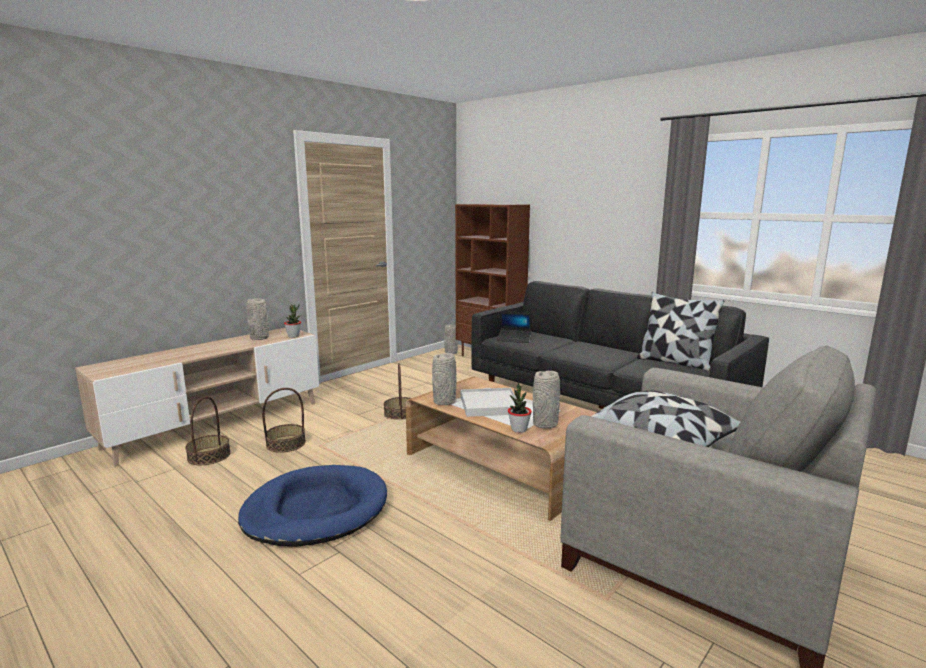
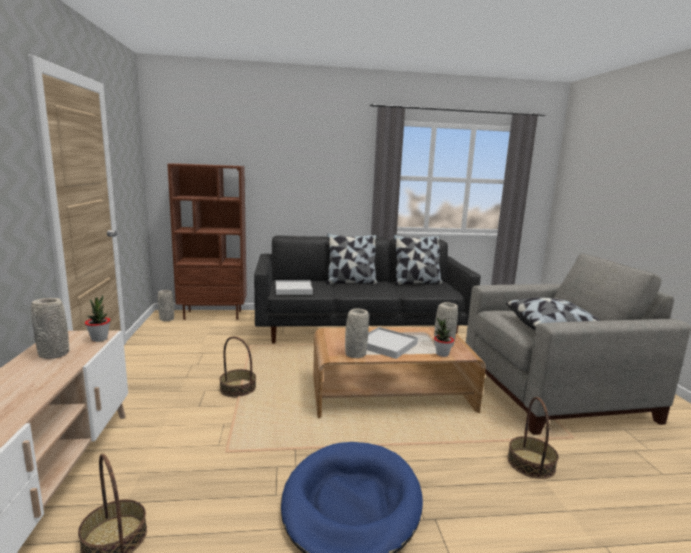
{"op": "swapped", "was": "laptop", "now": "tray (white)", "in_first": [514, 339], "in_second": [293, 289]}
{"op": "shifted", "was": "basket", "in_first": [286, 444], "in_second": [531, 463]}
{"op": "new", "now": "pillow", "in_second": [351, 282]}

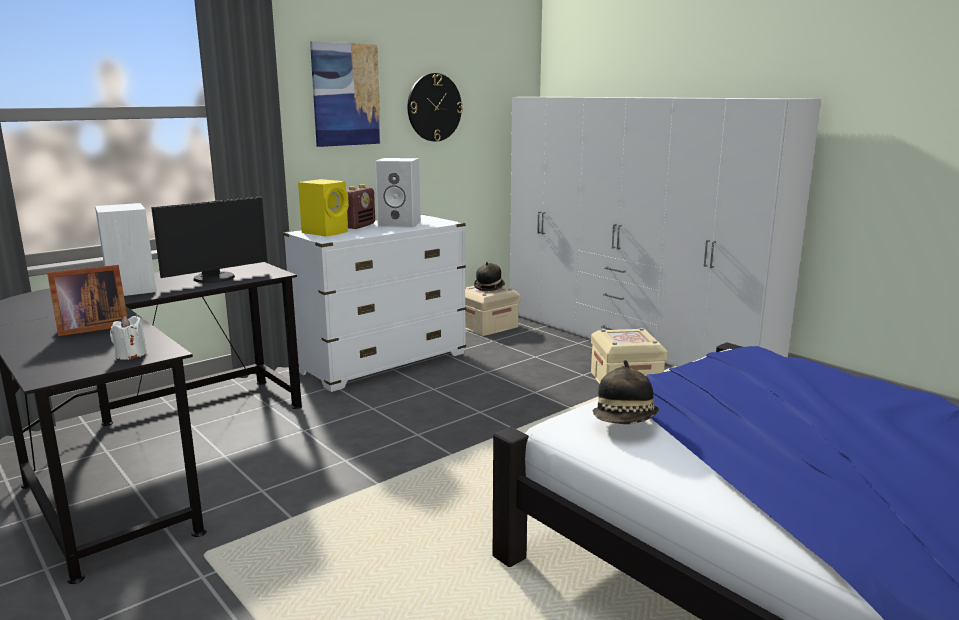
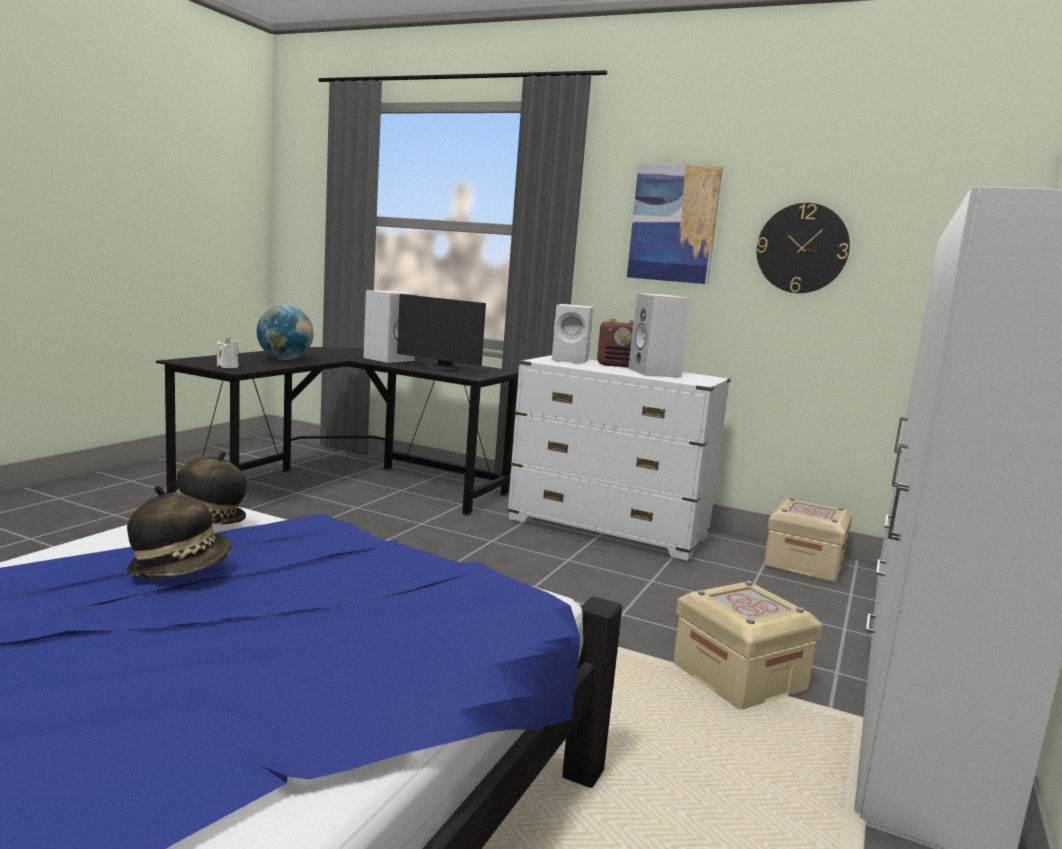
{"op": "repainted", "was": "speaker (yellow)", "now": "speaker (white)", "in_first": [326, 232], "in_second": [571, 360]}
{"op": "shifted", "was": "hat", "in_first": [489, 287], "in_second": [180, 568]}
{"op": "swapped", "was": "picture frame", "now": "globe", "in_first": [90, 328], "in_second": [285, 359]}

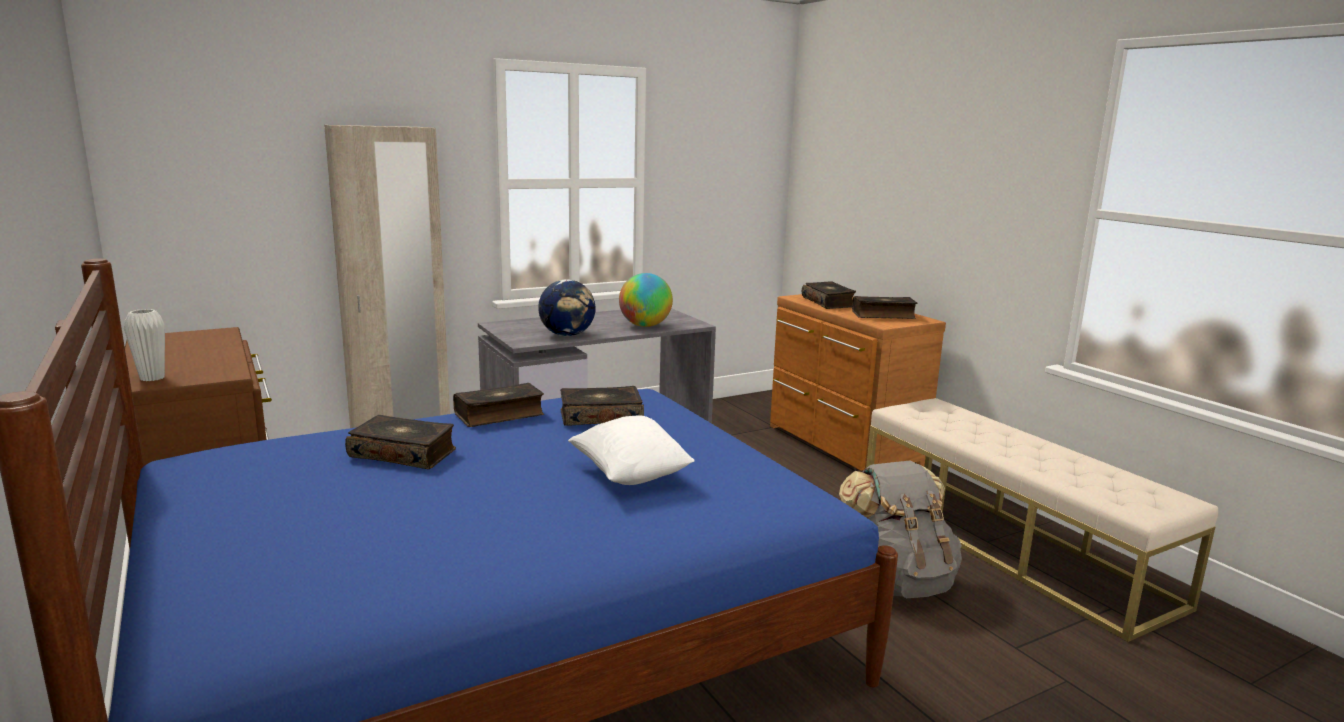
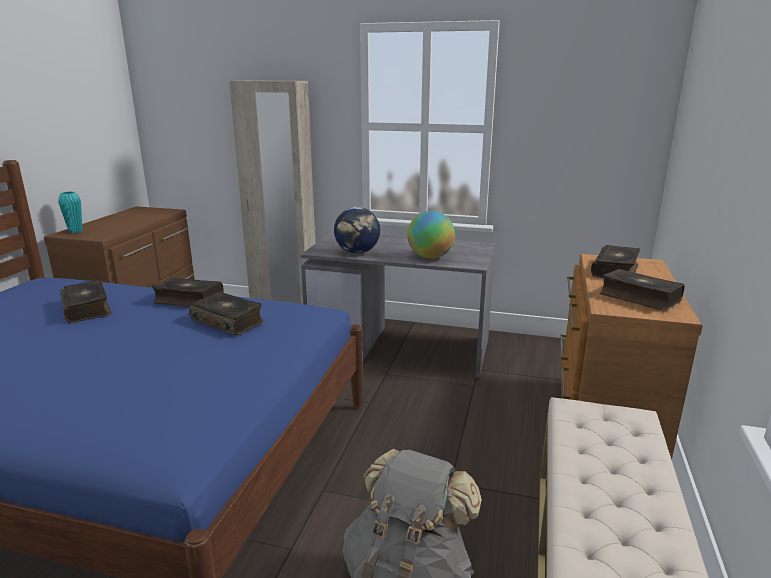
{"op": "repainted", "was": "vase (white)", "now": "vase (turquoise)", "in_first": [152, 378], "in_second": [75, 231]}
{"op": "gone", "was": "pillow (white)", "in_first": [630, 475]}

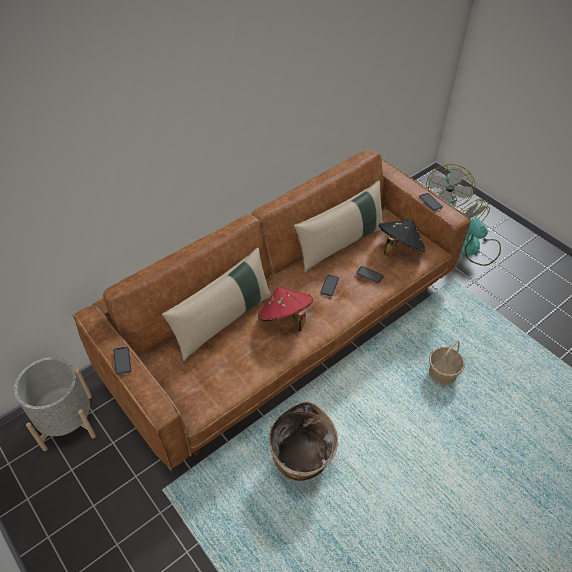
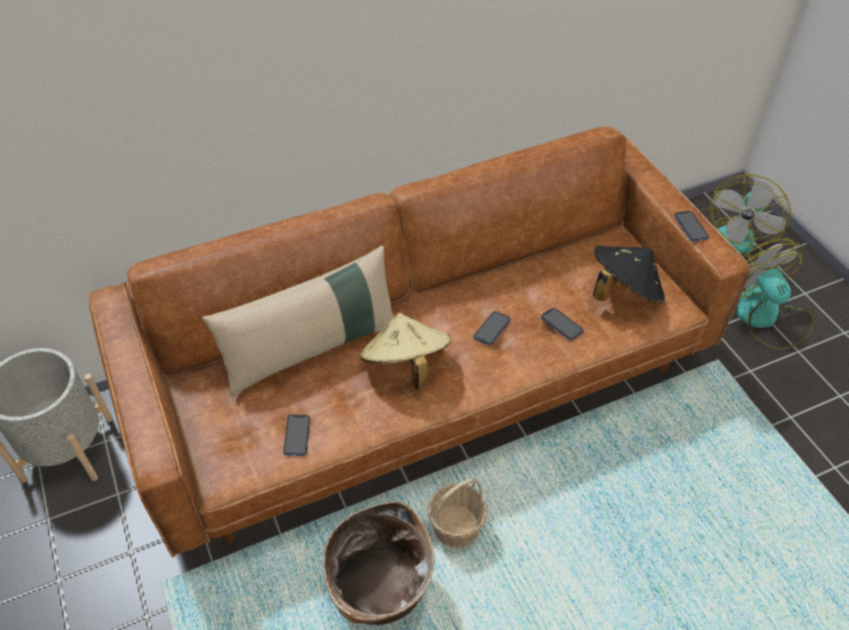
{"op": "gone", "was": "pillow (beige)", "in_first": [340, 244]}
{"op": "repainted", "was": "hat (red)", "now": "hat (beige)", "in_first": [285, 319], "in_second": [405, 365]}
{"op": "shifted", "was": "basket", "in_first": [442, 373], "in_second": [456, 527]}
{"op": "shifted", "was": "phone", "in_first": [122, 361], "in_second": [297, 436]}

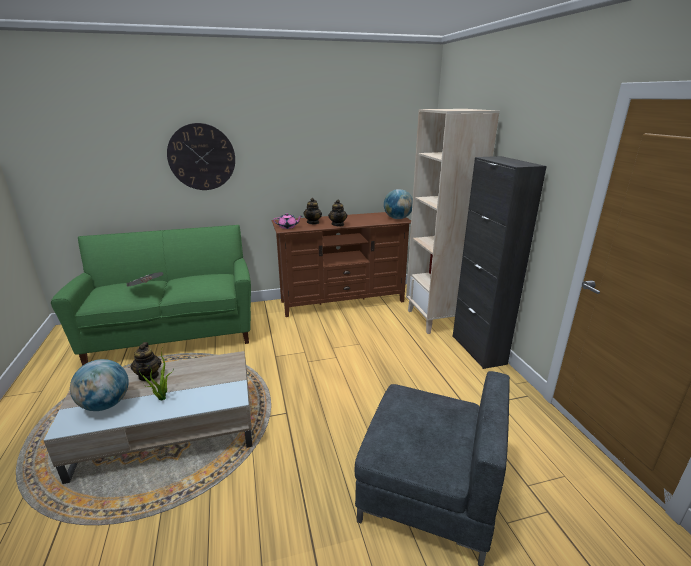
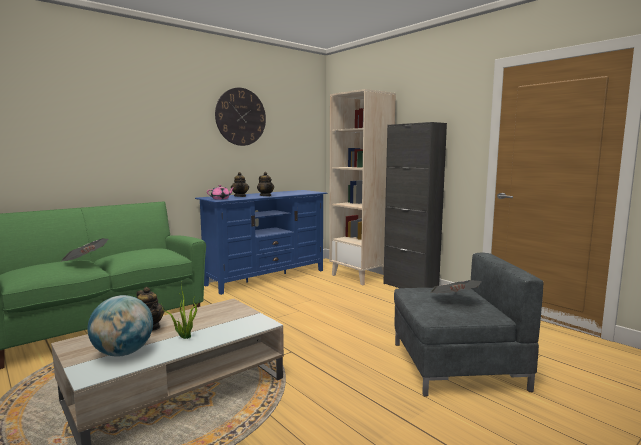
{"op": "shifted", "was": "wall clock", "in_first": [202, 157], "in_second": [241, 117]}
{"op": "gone", "was": "globe", "in_first": [397, 218]}
{"op": "repainted", "was": "tv stand (brown)", "now": "tv stand (blue)", "in_first": [342, 301], "in_second": [266, 277]}
{"op": "new", "now": "newspaper", "in_second": [454, 300]}

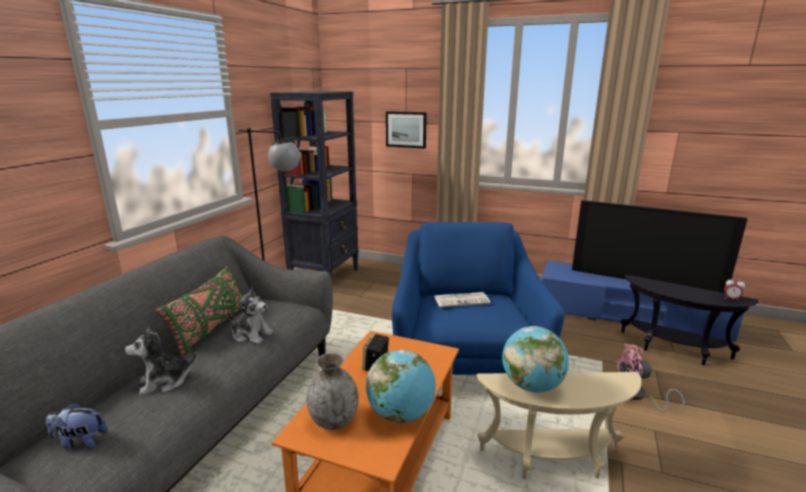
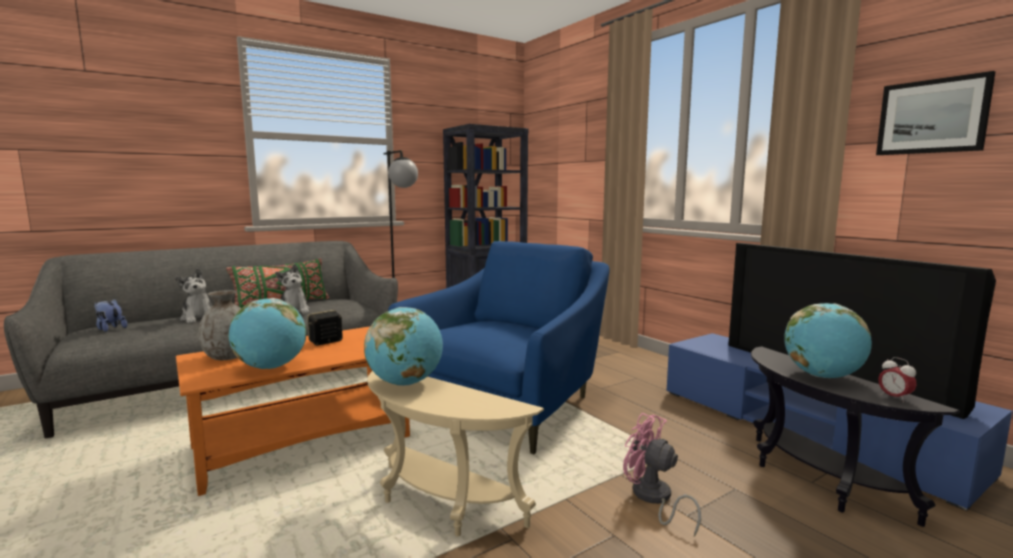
{"op": "shifted", "was": "picture", "in_first": [406, 129], "in_second": [932, 116]}
{"op": "gone", "was": "newspaper", "in_first": [462, 300]}
{"op": "rotated", "was": "plush toy", "in_first": [165, 381], "in_second": [199, 318], "clockwise": -135}
{"op": "new", "now": "globe", "in_second": [822, 376]}

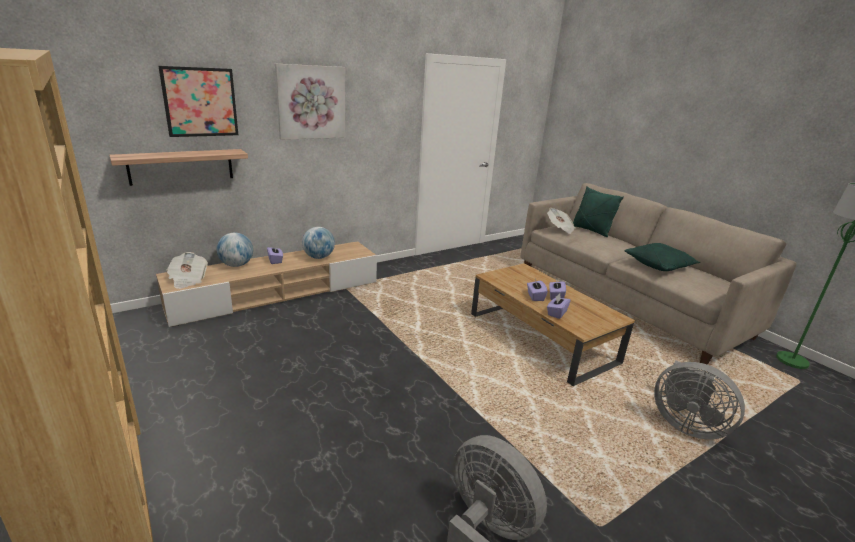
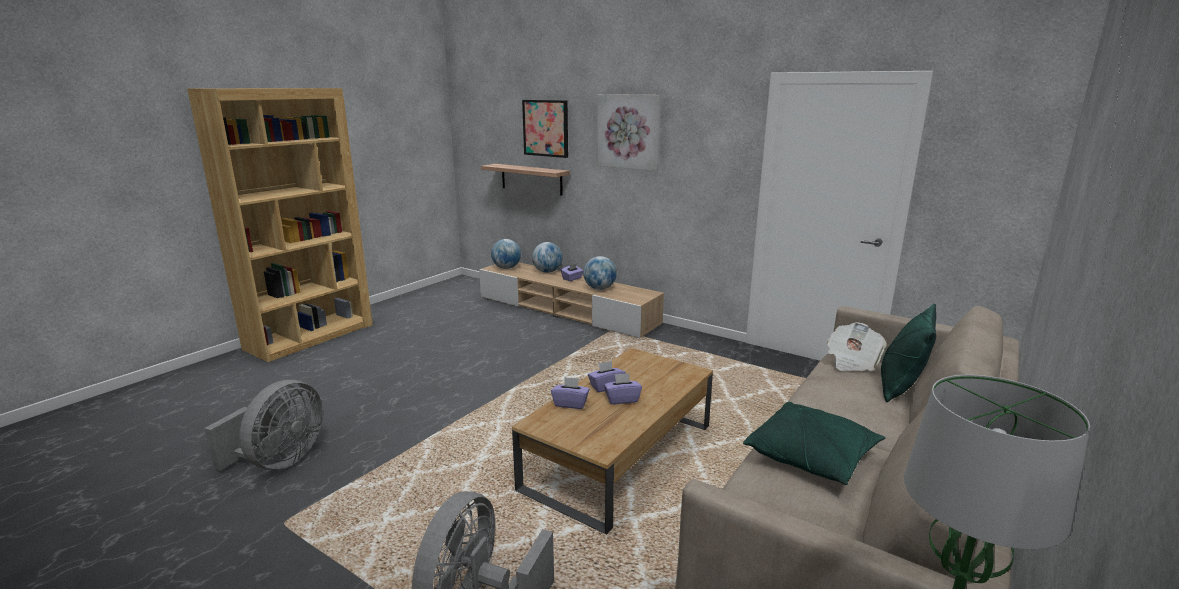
{"op": "swapped", "was": "newspaper", "now": "globe", "in_first": [188, 280], "in_second": [506, 268]}

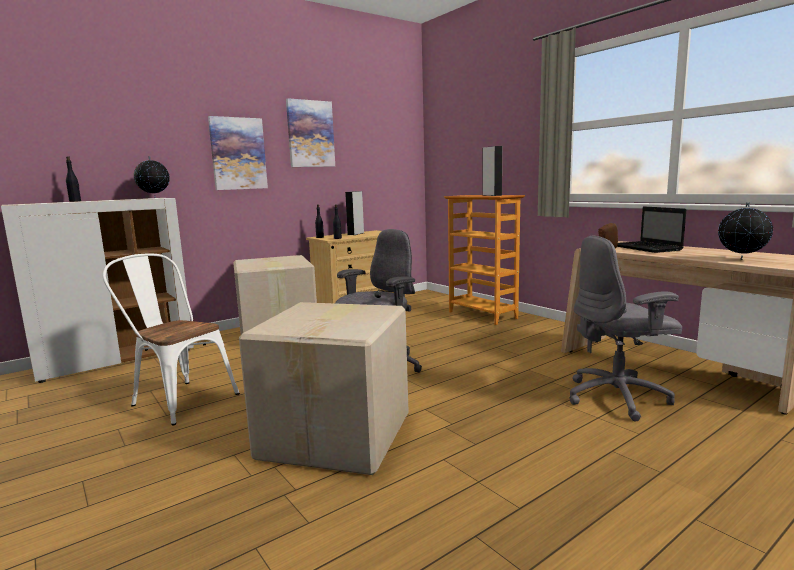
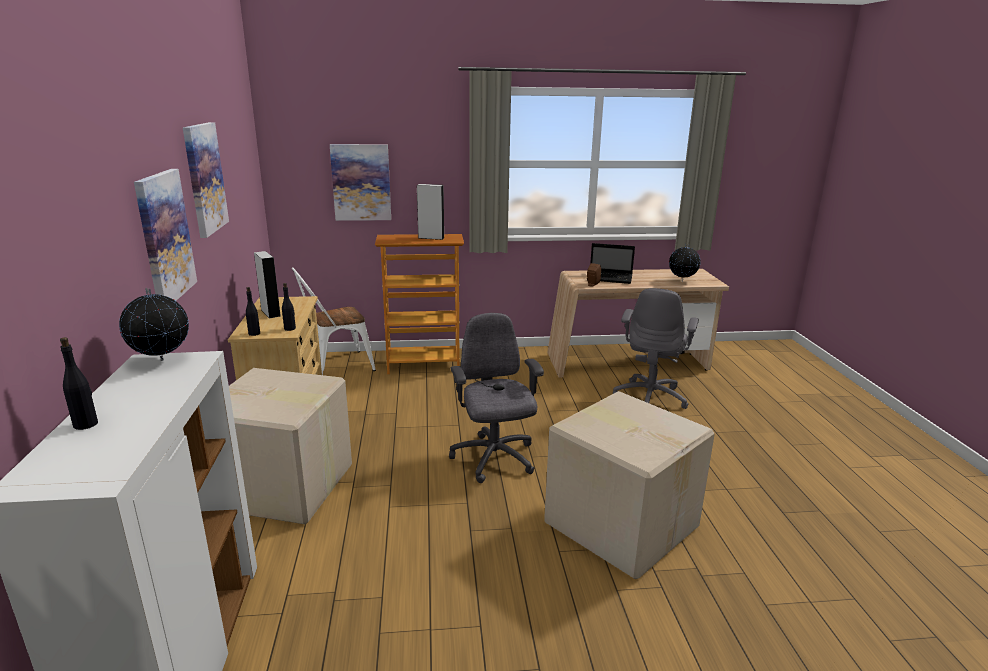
{"op": "shifted", "was": "chair (white)", "in_first": [178, 399], "in_second": [335, 366]}
{"op": "new", "now": "picture", "in_second": [361, 182]}

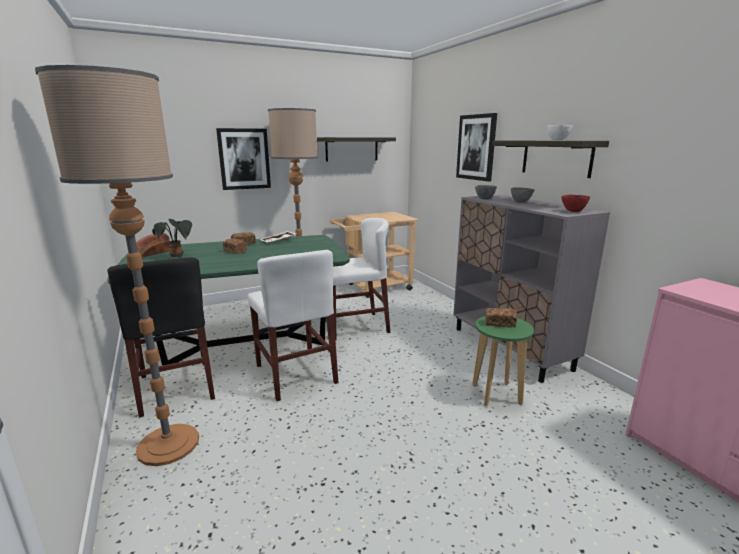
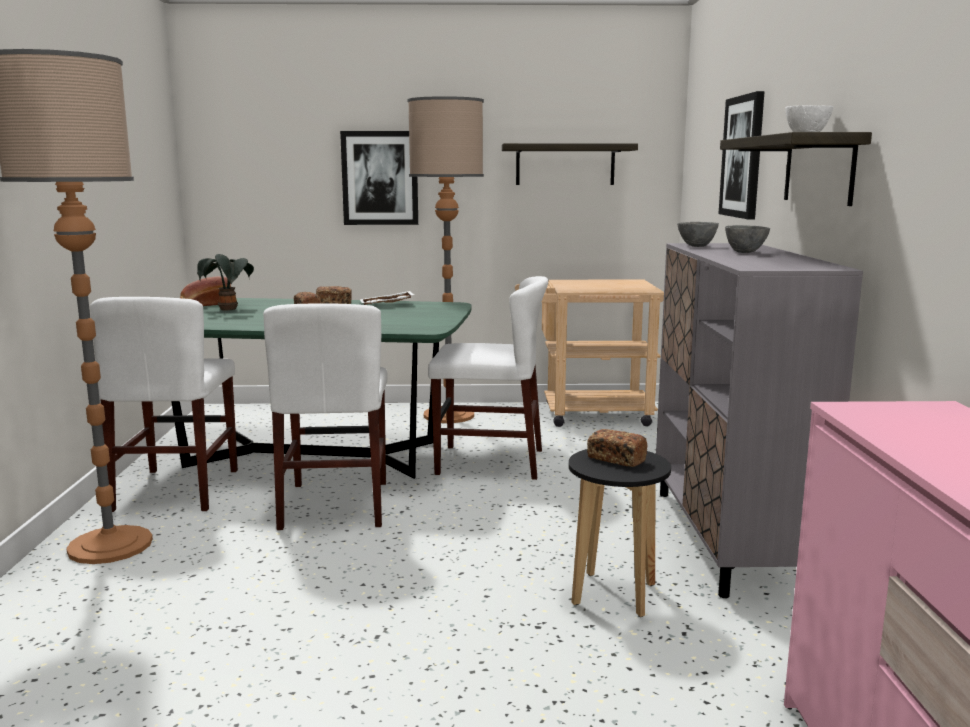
{"op": "gone", "was": "bowl (red)", "in_first": [573, 211]}
{"op": "repainted", "was": "chair (black)", "now": "chair (white)", "in_first": [176, 387], "in_second": [177, 489]}
{"op": "repainted", "was": "stool (green)", "now": "stool (black)", "in_first": [496, 394], "in_second": [614, 594]}

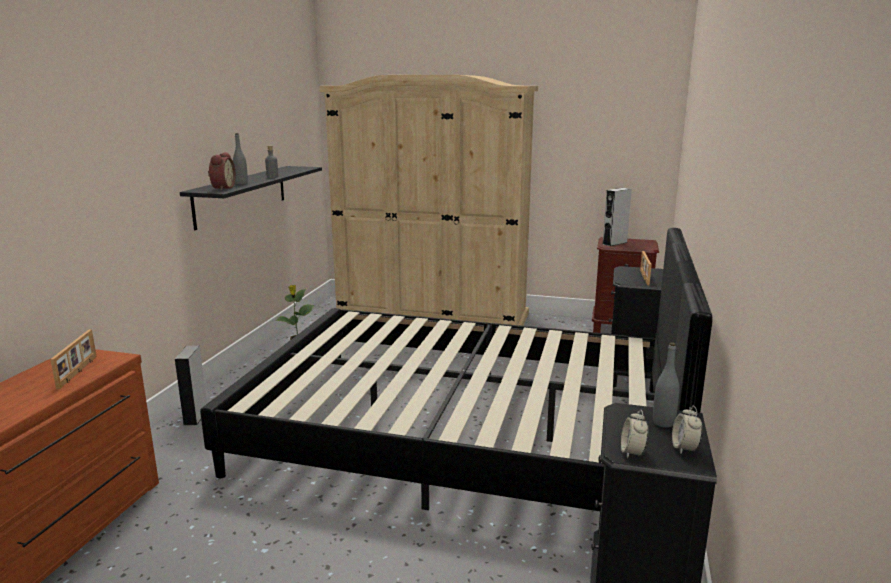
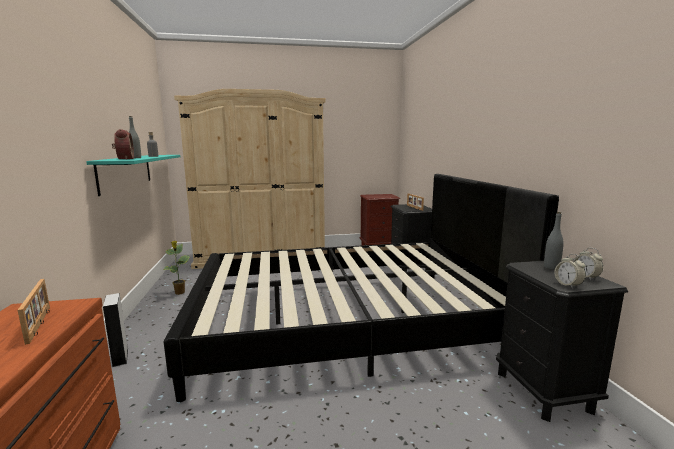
{"op": "repainted", "was": "shelf (black)", "now": "shelf (turquoise)", "in_first": [242, 195], "in_second": [126, 172]}
{"op": "gone", "was": "speaker (grey)", "in_first": [614, 243]}

